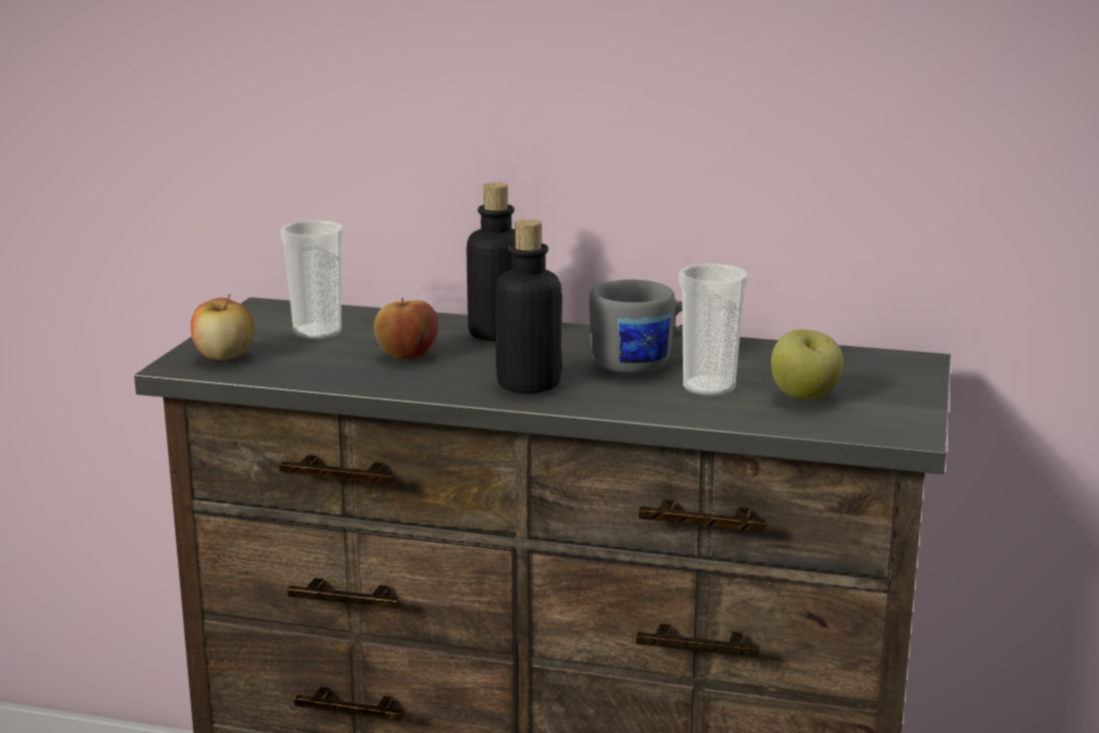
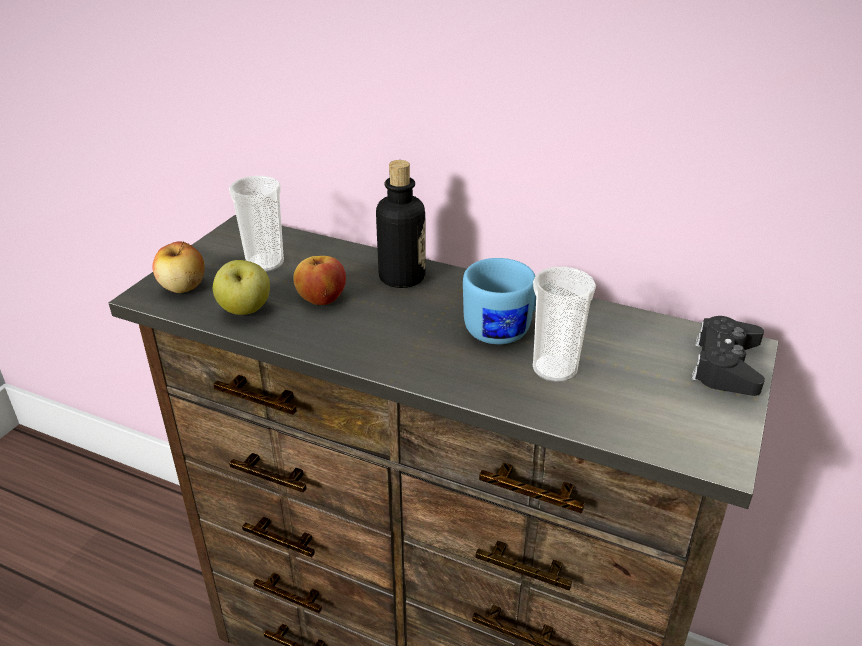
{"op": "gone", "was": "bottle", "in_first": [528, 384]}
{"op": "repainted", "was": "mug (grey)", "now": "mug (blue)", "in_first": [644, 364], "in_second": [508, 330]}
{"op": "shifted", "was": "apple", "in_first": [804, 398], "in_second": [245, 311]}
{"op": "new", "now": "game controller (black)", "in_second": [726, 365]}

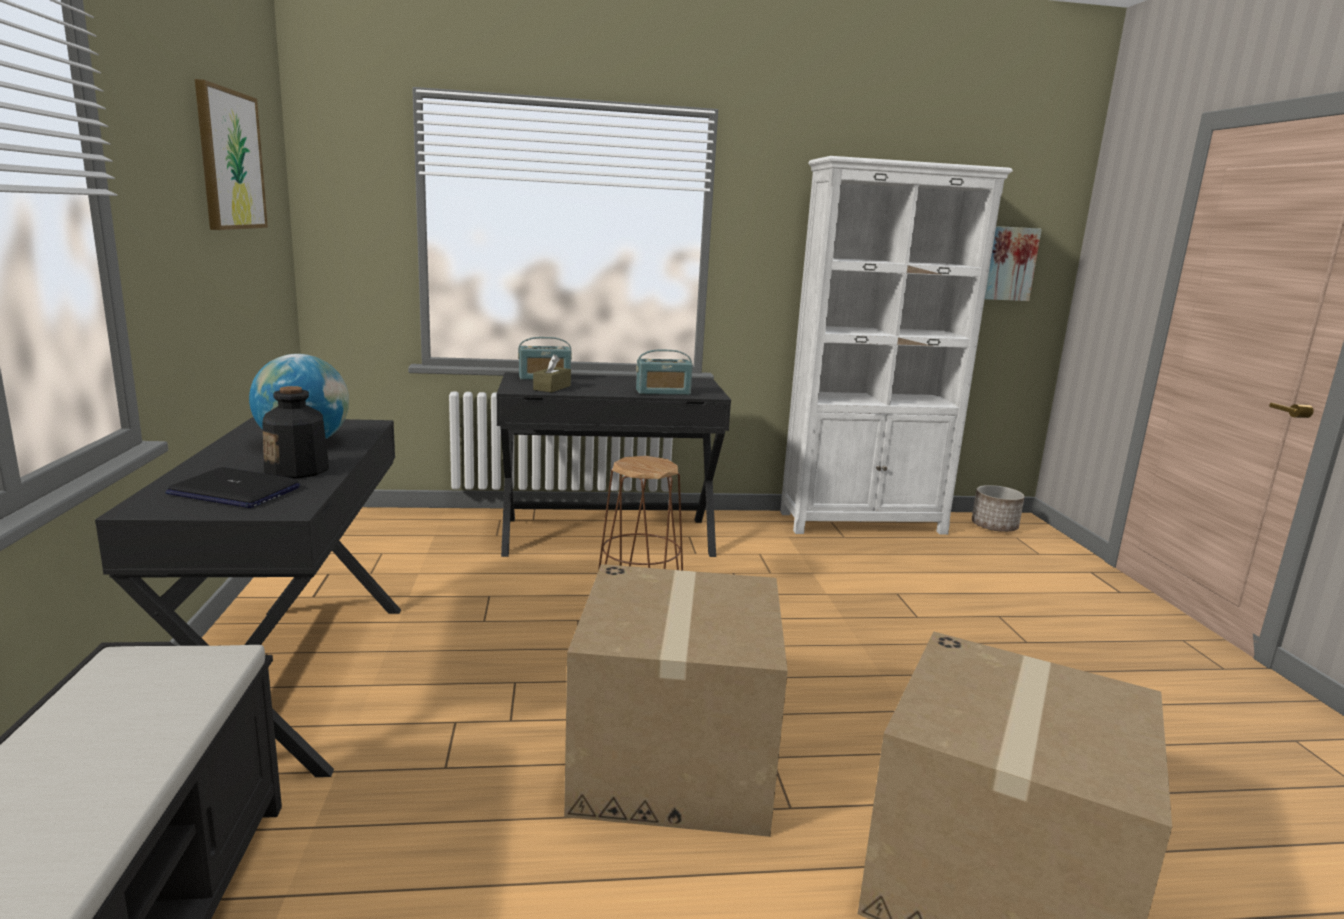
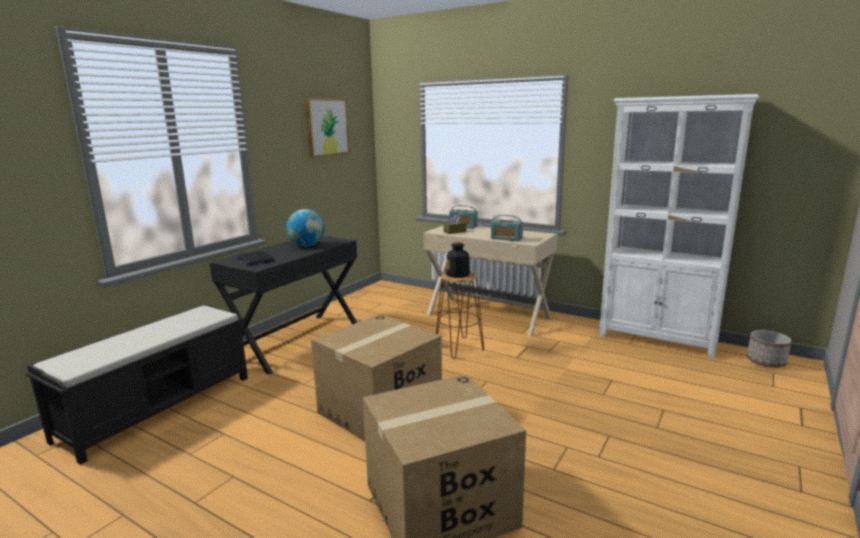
{"op": "gone", "was": "picture", "in_first": [1009, 263]}
{"op": "repainted", "was": "desk (black)", "now": "desk (beige)", "in_first": [608, 536], "in_second": [488, 315]}
{"op": "shifted", "was": "bottle", "in_first": [298, 470], "in_second": [458, 274]}

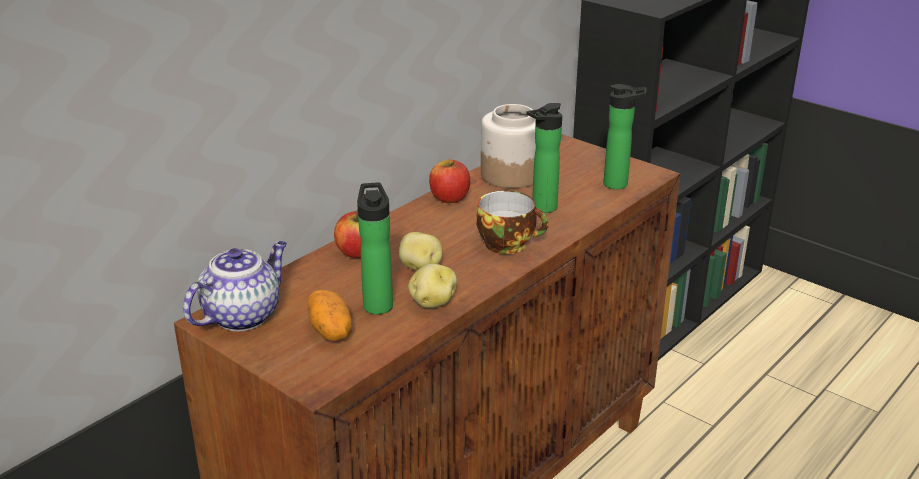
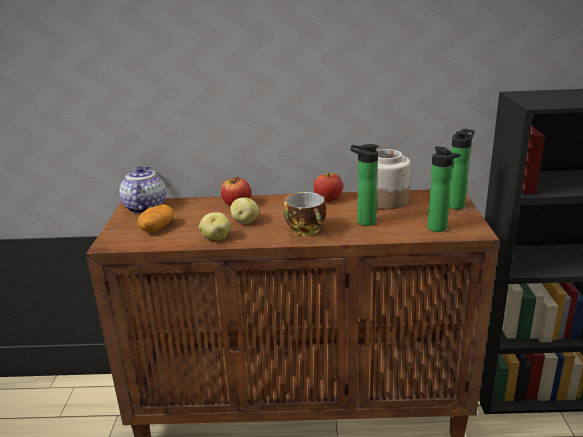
{"op": "shifted", "was": "bottle", "in_first": [377, 304], "in_second": [457, 204]}
{"op": "rotated", "was": "teapot", "in_first": [243, 315], "in_second": [145, 207], "clockwise": -90}

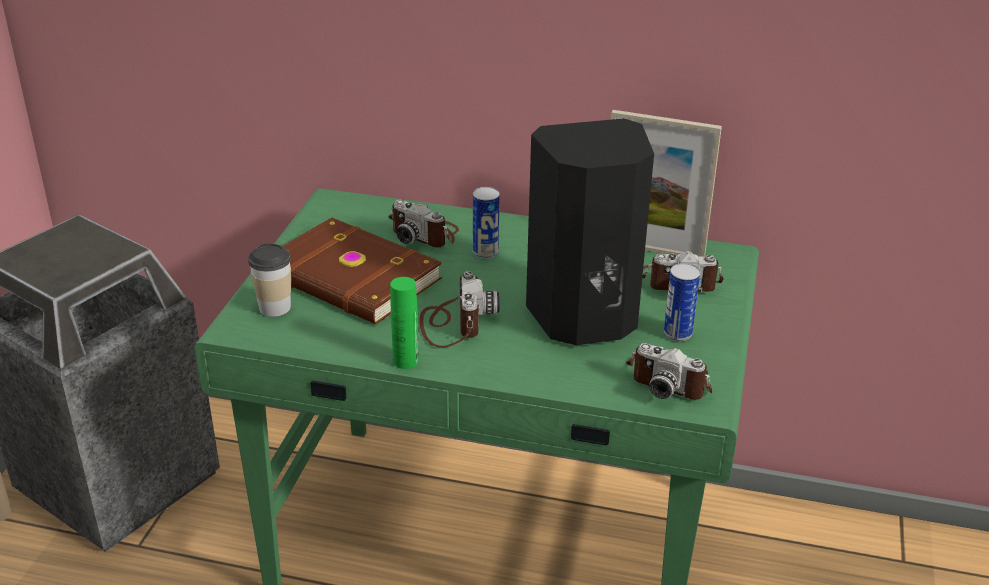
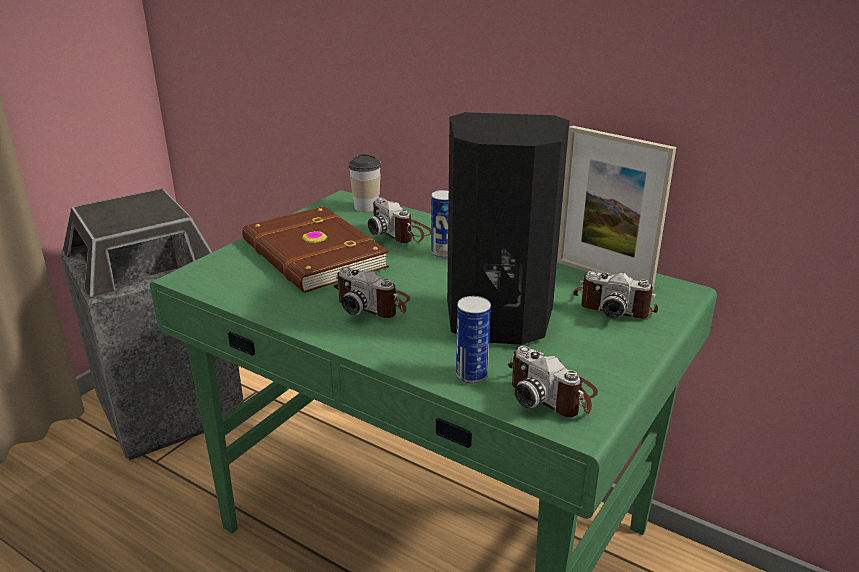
{"op": "shifted", "was": "cup", "in_first": [275, 308], "in_second": [366, 207]}
{"op": "shifted", "was": "can", "in_first": [677, 334], "in_second": [471, 376]}
{"op": "rotated", "was": "photo camera", "in_first": [454, 323], "in_second": [373, 303], "clockwise": 105}
{"op": "gone", "was": "bottle (green)", "in_first": [406, 361]}

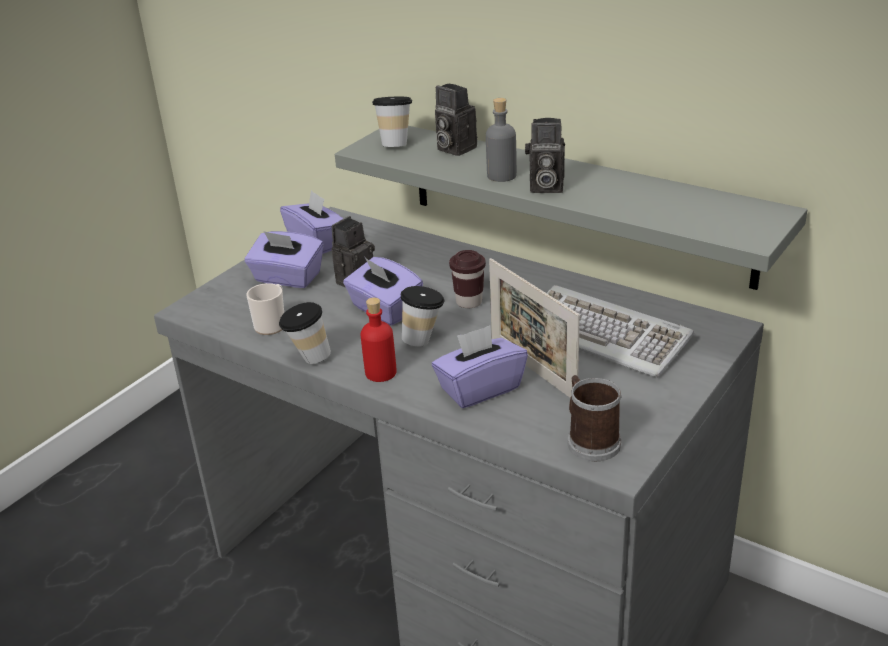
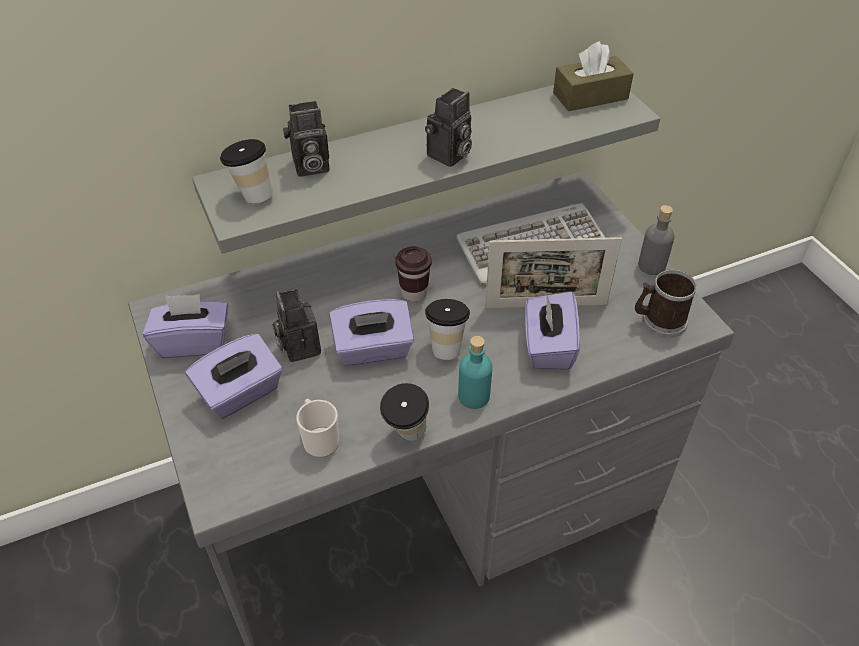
{"op": "shifted", "was": "bottle (grey)", "in_first": [501, 175], "in_second": [651, 265]}
{"op": "repainted", "was": "bottle (red)", "now": "bottle (turquoise)", "in_first": [380, 373], "in_second": [474, 396]}
{"op": "new", "now": "tissue box (brown)", "in_second": [590, 96]}

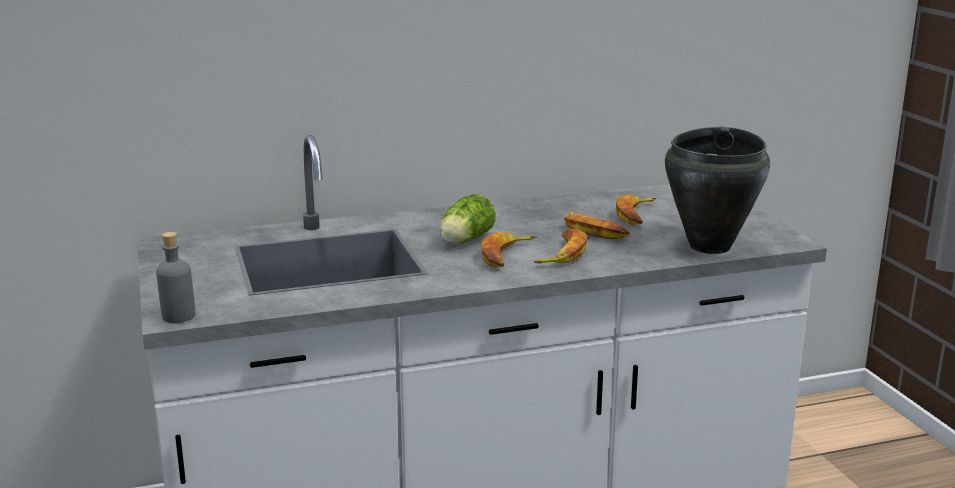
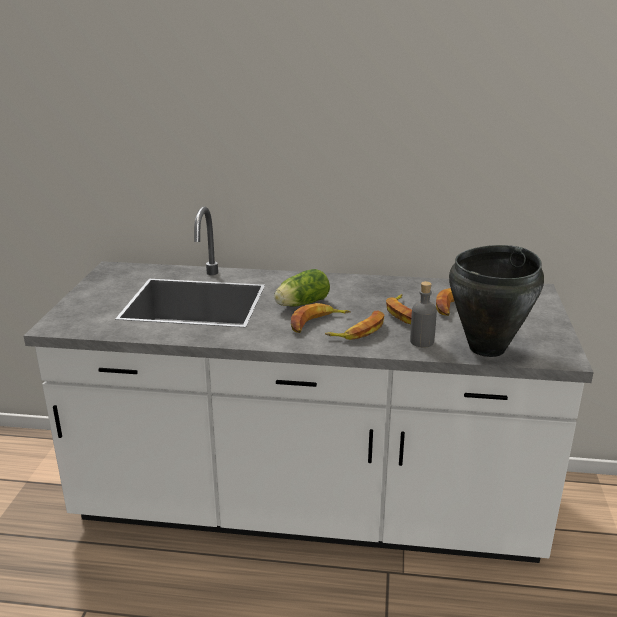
{"op": "shifted", "was": "bottle (grey)", "in_first": [178, 316], "in_second": [421, 341]}

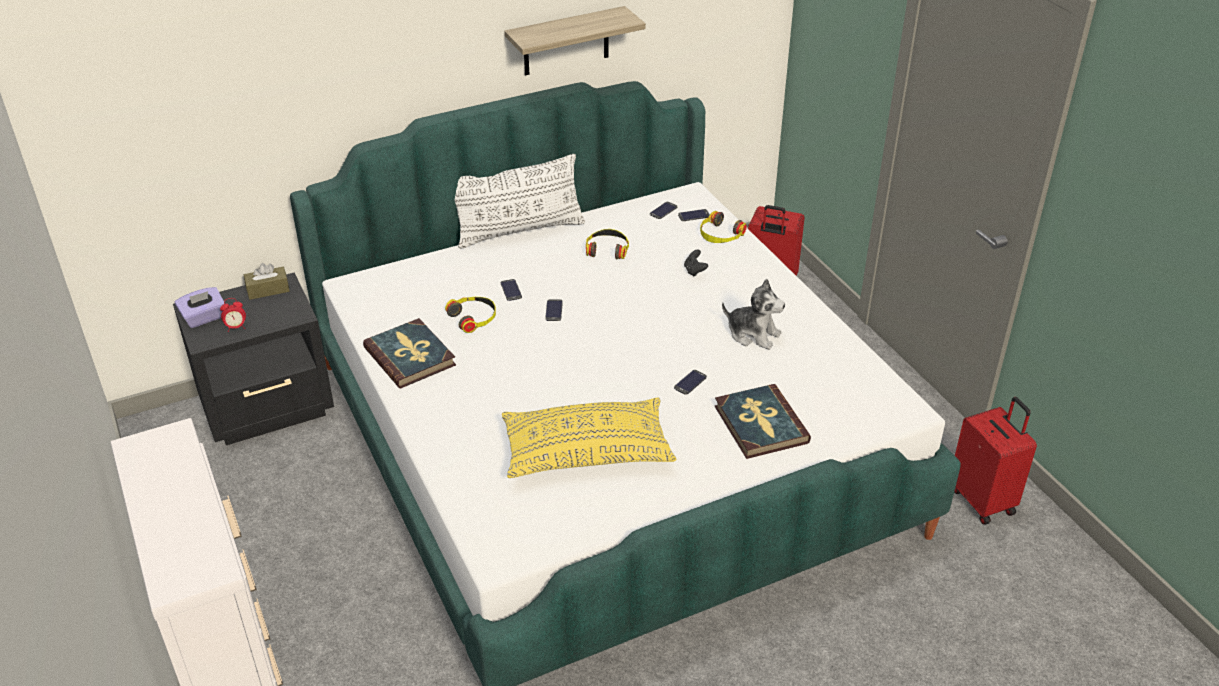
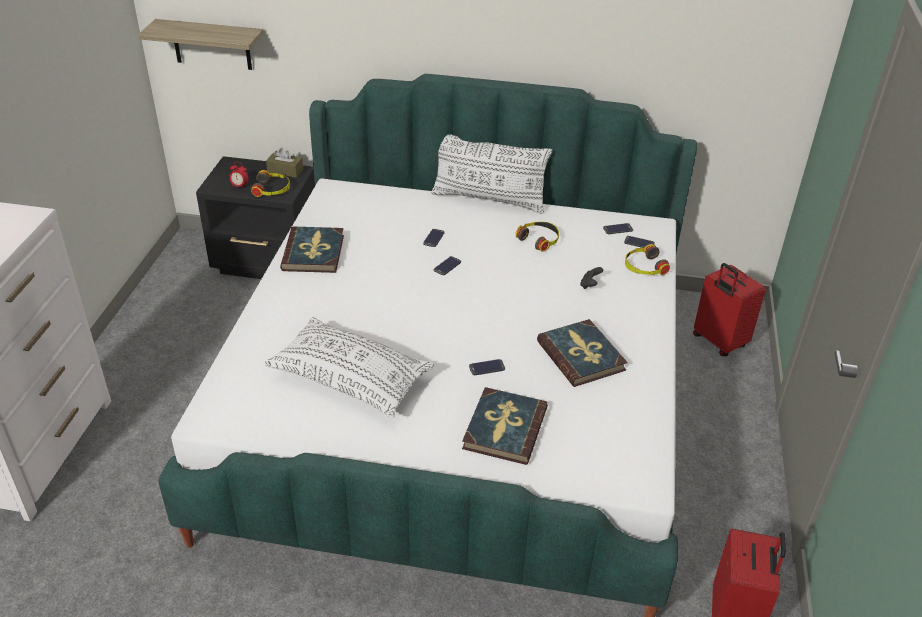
{"op": "shifted", "was": "shelf", "in_first": [566, 42], "in_second": [211, 44]}
{"op": "swapped", "was": "plush toy", "now": "book", "in_first": [753, 334], "in_second": [581, 356]}
{"op": "gone", "was": "tissue box (purple)", "in_first": [204, 318]}
{"op": "shifted", "was": "headphones", "in_first": [473, 318], "in_second": [272, 189]}
{"op": "repainted", "was": "pillow (yellow)", "now": "pillow (white)", "in_first": [587, 452], "in_second": [351, 379]}

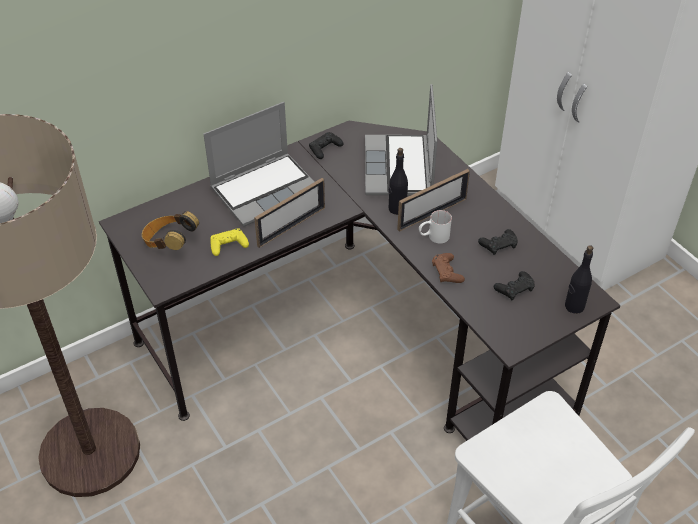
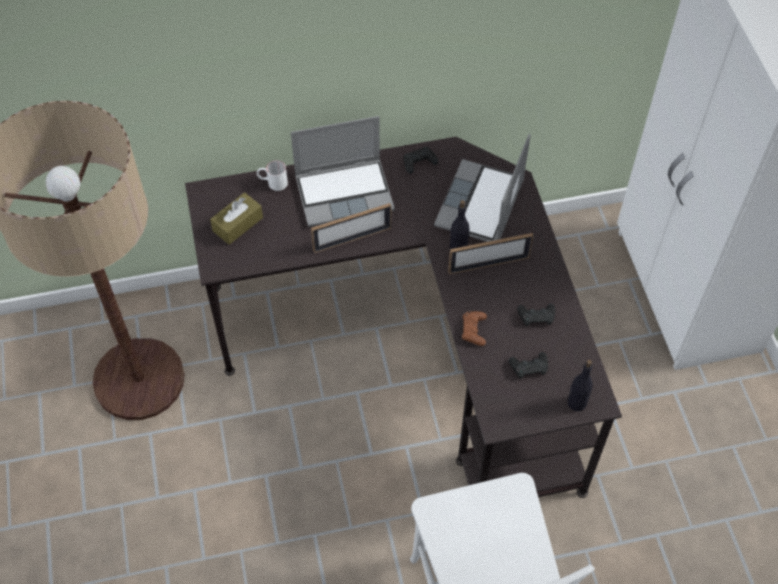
{"op": "shifted", "was": "mug (white)", "in_first": [433, 237], "in_second": [272, 183]}
{"op": "swapped", "was": "headphones", "now": "tissue box (brown)", "in_first": [170, 243], "in_second": [238, 224]}
{"op": "gone", "was": "game controller (yellow)", "in_first": [228, 245]}

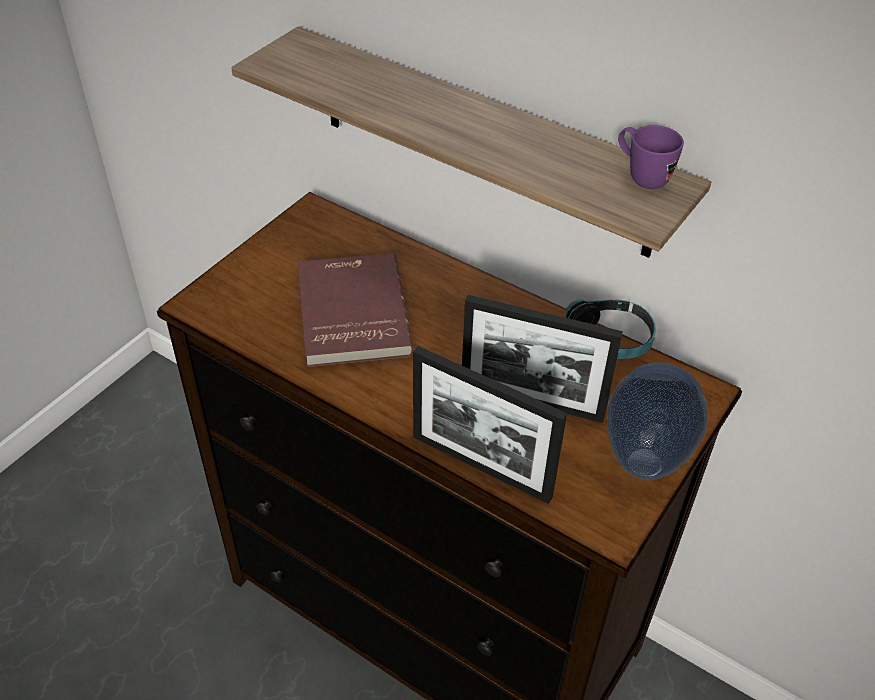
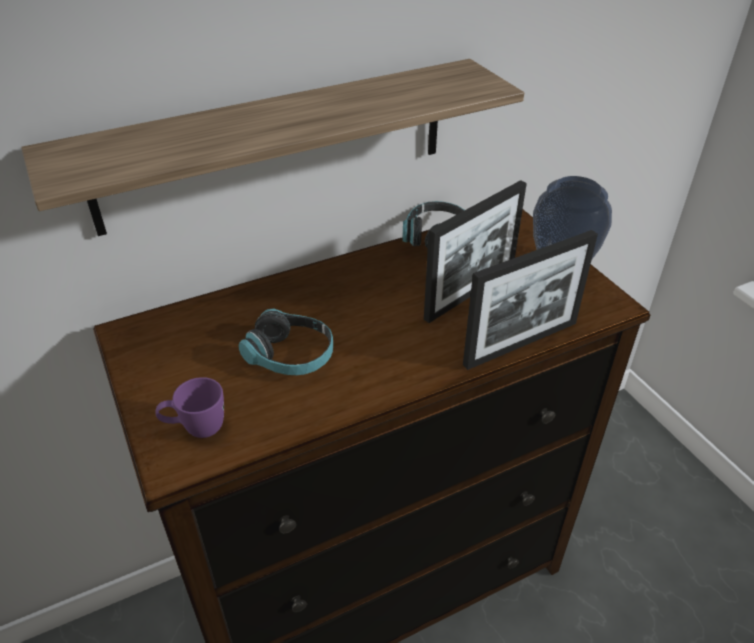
{"op": "shifted", "was": "mug (purple)", "in_first": [641, 177], "in_second": [196, 429]}
{"op": "swapped", "was": "book (red)", "now": "headphones", "in_first": [350, 313], "in_second": [290, 356]}

